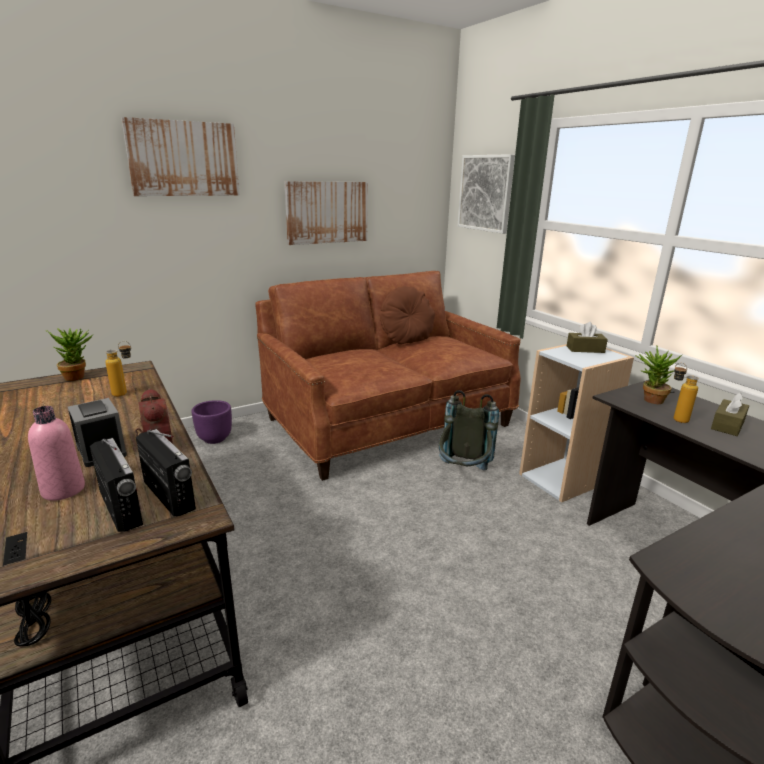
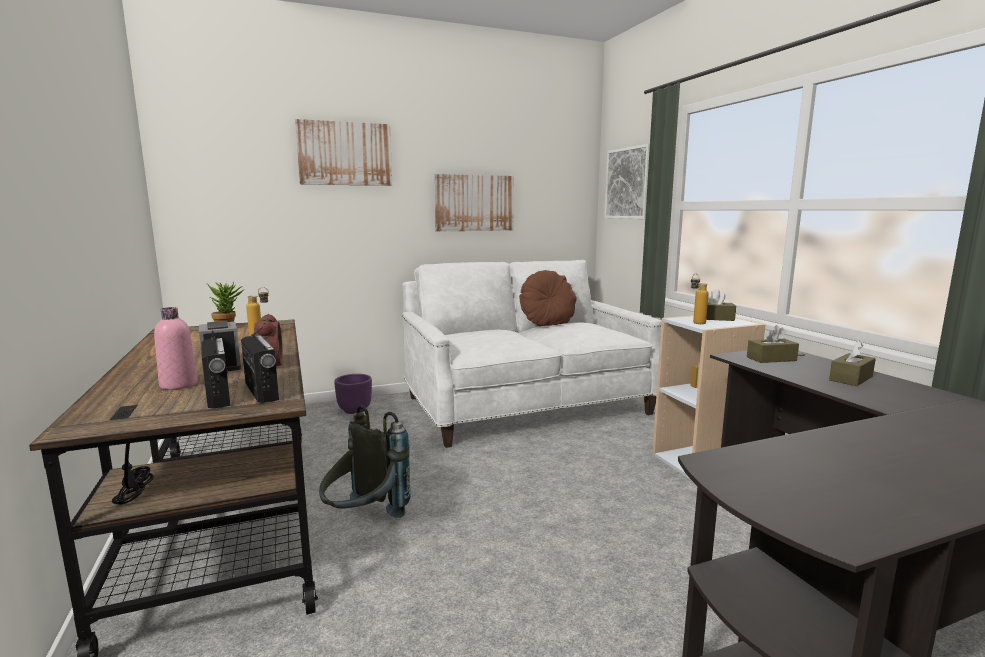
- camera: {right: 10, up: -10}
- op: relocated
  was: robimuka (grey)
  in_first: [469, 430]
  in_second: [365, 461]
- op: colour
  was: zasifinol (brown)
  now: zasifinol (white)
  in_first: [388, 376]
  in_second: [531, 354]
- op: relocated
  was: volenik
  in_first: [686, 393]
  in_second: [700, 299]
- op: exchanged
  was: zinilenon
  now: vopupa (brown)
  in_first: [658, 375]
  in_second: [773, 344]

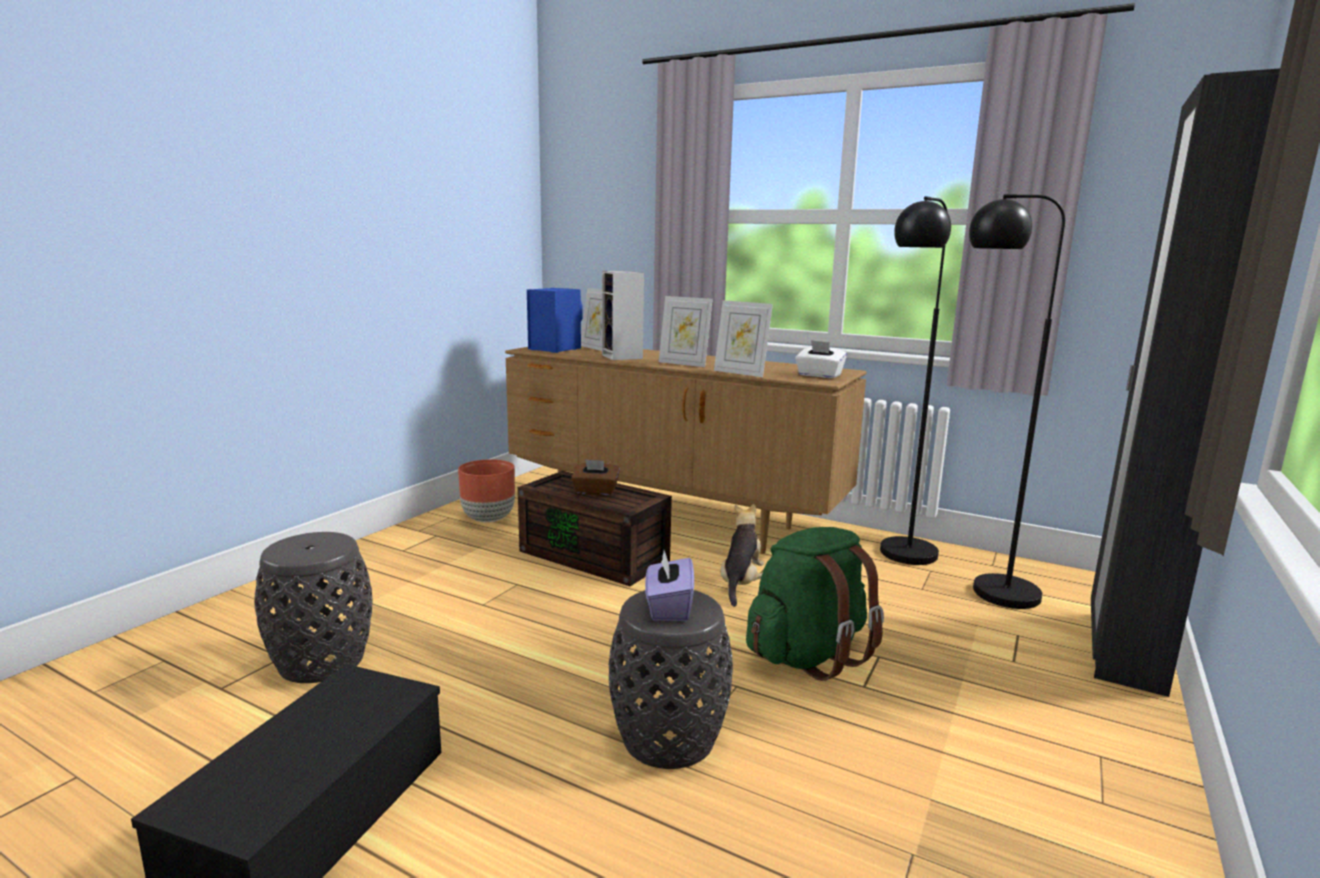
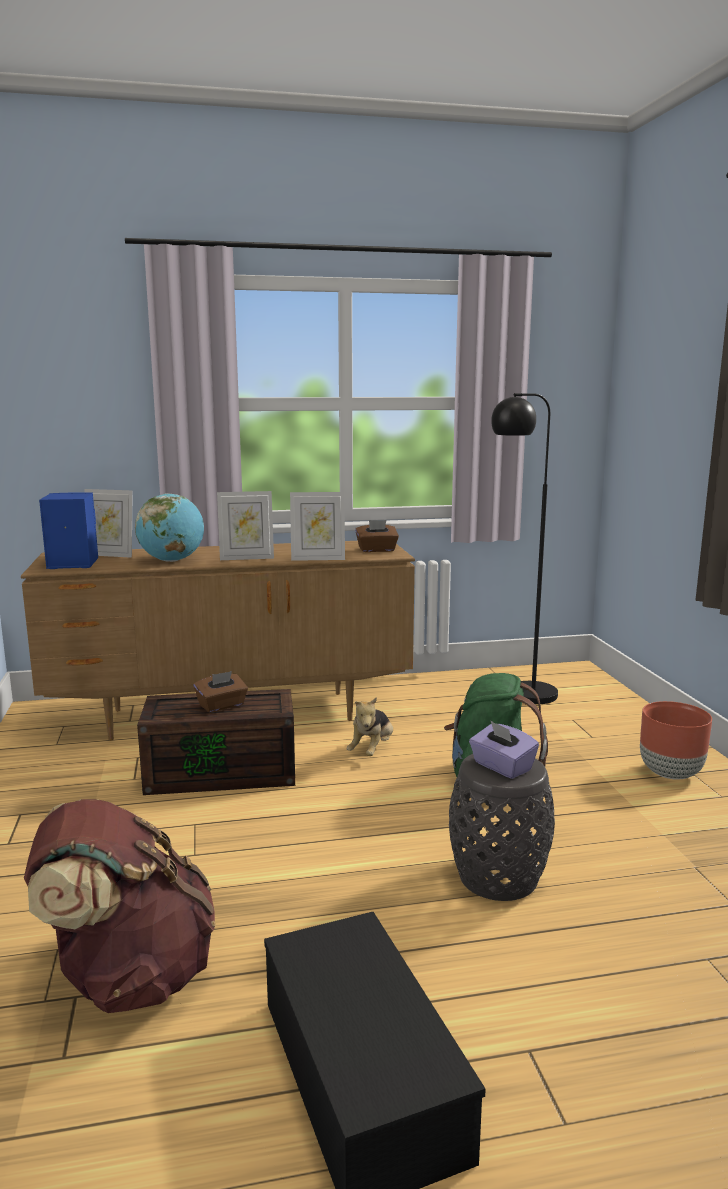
- camera: {right: -40, up: 0}
- op: exchanged
  was: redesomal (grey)
  now: robimuka (brown)
  in_first: [313, 607]
  in_second: [120, 906]
- op: exchanged
  was: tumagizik
  now: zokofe
  in_first: [623, 315]
  in_second: [169, 527]
- op: spun
  was: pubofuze
  in_first: [742, 555]
  in_second: [370, 726]
  clockwise: -135
- op: colour
  was: vopupa (white)
  now: vopupa (brown)
  in_first: [821, 359]
  in_second: [377, 536]
- op: relocated
  was: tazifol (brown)
  in_first: [486, 491]
  in_second: [676, 740]
- op: missing
  was: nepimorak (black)
  in_first: [915, 380]
- op: missing
  was: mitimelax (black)
  in_first: [1185, 382]

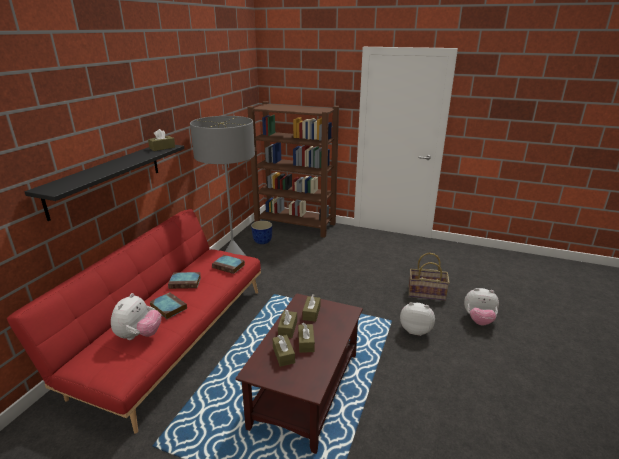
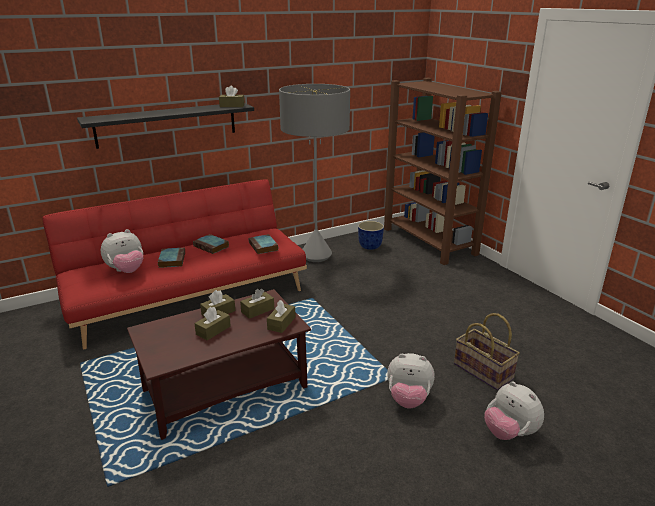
- camera: {right: 40, up: 0}
- op: relocated
  was: vopupa (brown)
  in_first: [283, 351]
  in_second: [281, 316]
- op: spun
  was: pubofuze
  in_first: [417, 319]
  in_second: [411, 380]
  clockwise: 135

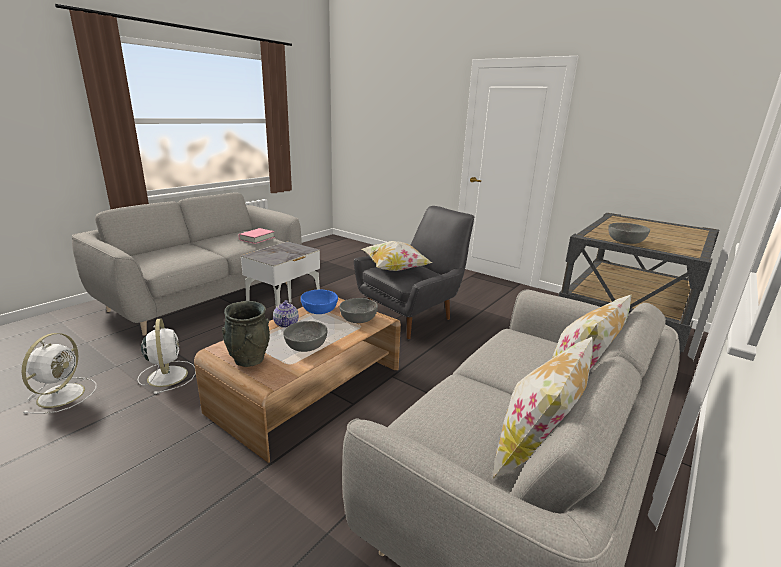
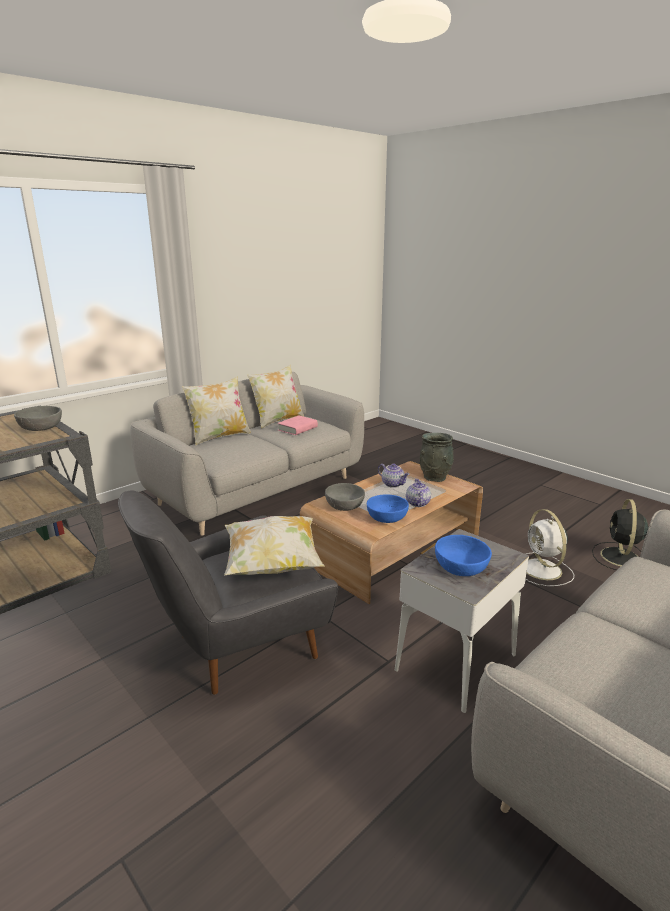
- camera: {right: -170, up: 0}
- op: relocated
  was: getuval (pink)
  in_first: [256, 236]
  in_second: [297, 425]
- op: exchanged
  was: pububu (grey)
  now: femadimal
  in_first: [305, 336]
  in_second: [394, 476]
- op: appeared
  now: pububu (blue)
  in_second: [463, 555]
- op: colour
  was: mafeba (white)
  now: mafeba (black)
  in_first: [59, 373]
  in_second: [620, 534]

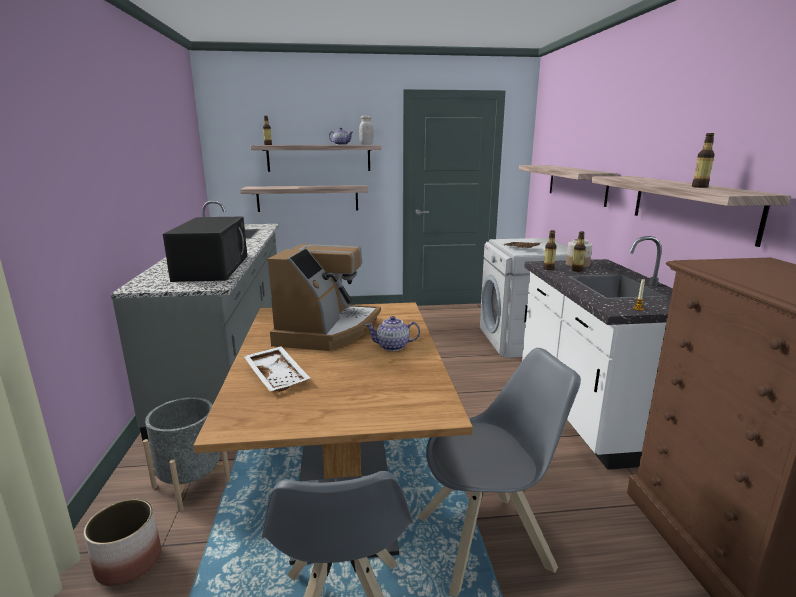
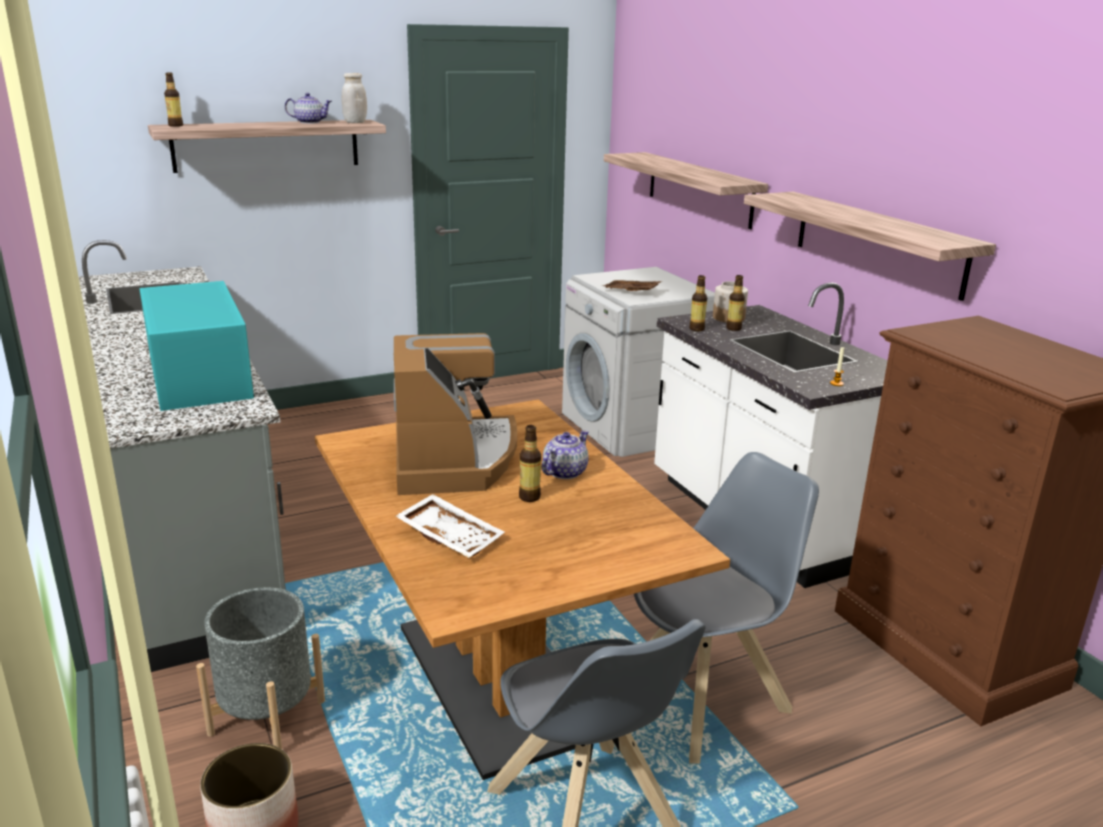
- camera: {right: -20, up: 5}
- op: colour
  was: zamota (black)
  now: zamota (turquoise)
  in_first: [205, 249]
  in_second: [196, 346]
- op: relocated
  was: volenik
  in_first: [703, 160]
  in_second: [530, 463]
- op: spun
  was: femadimal
  in_first: [392, 333]
  in_second: [565, 454]
  clockwise: 150
- op: missing
  was: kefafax
  in_first: [304, 198]

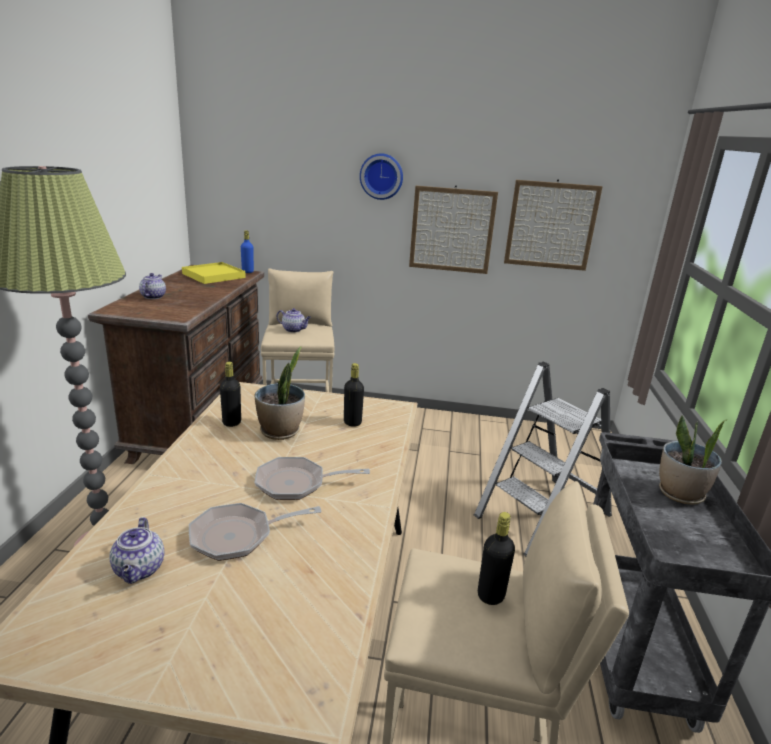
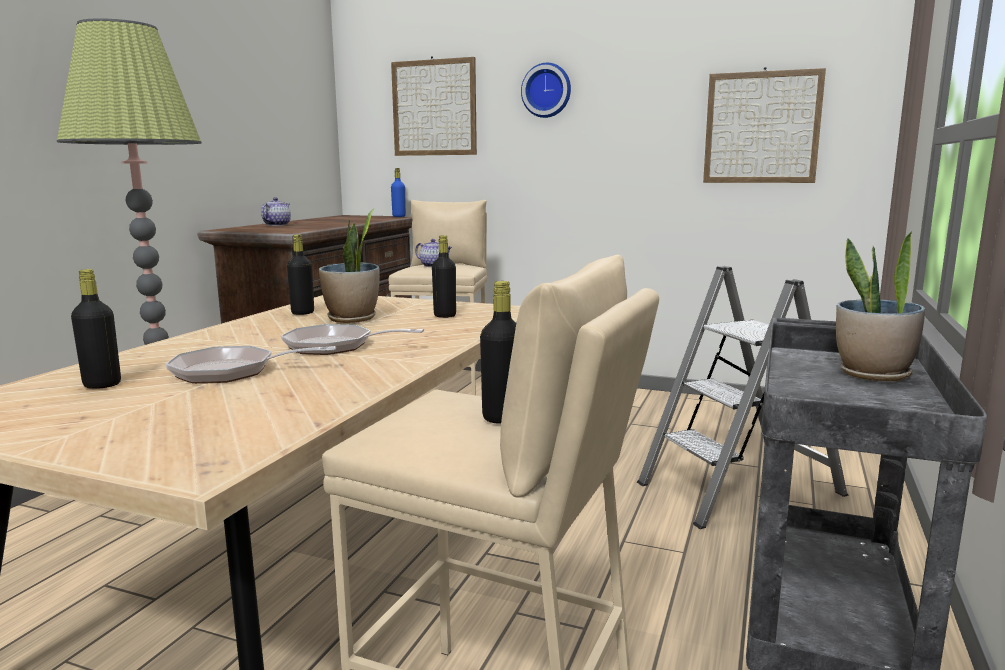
- camera: {right: 15, up: -10}
- op: exchanged
  was: femadimal
  now: volenik (black)
  in_first: [137, 550]
  in_second: [96, 329]
- op: relocated
  was: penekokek
  in_first: [453, 229]
  in_second: [434, 106]
- op: missing
  was: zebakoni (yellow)
  in_first: [214, 273]

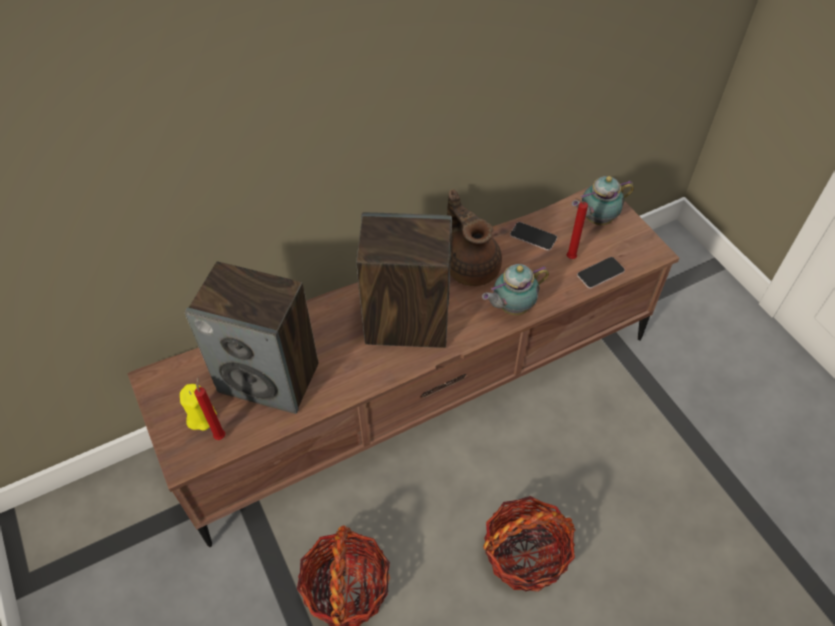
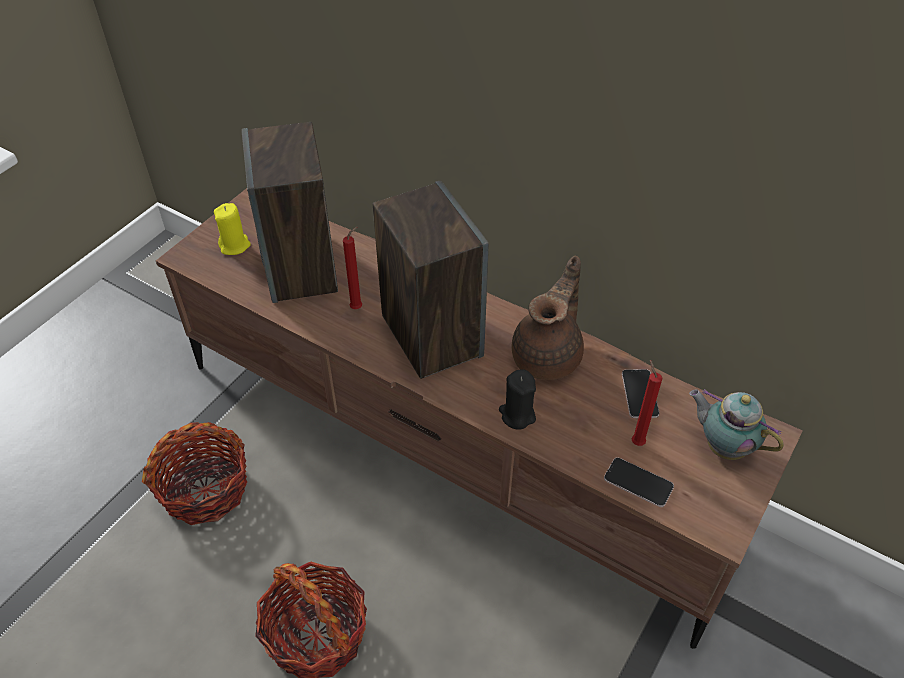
- camera: {right: 60, up: -5}
- op: relocated
  was: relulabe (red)
  in_first: [209, 408]
  in_second: [352, 268]
- op: exchanged
  was: femadimal
  now: relulabe (black)
  in_first: [515, 289]
  in_second: [517, 399]

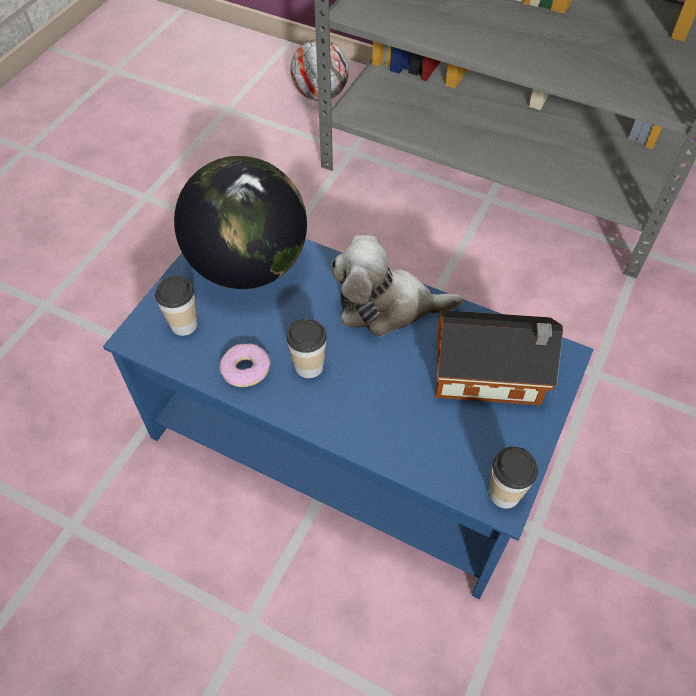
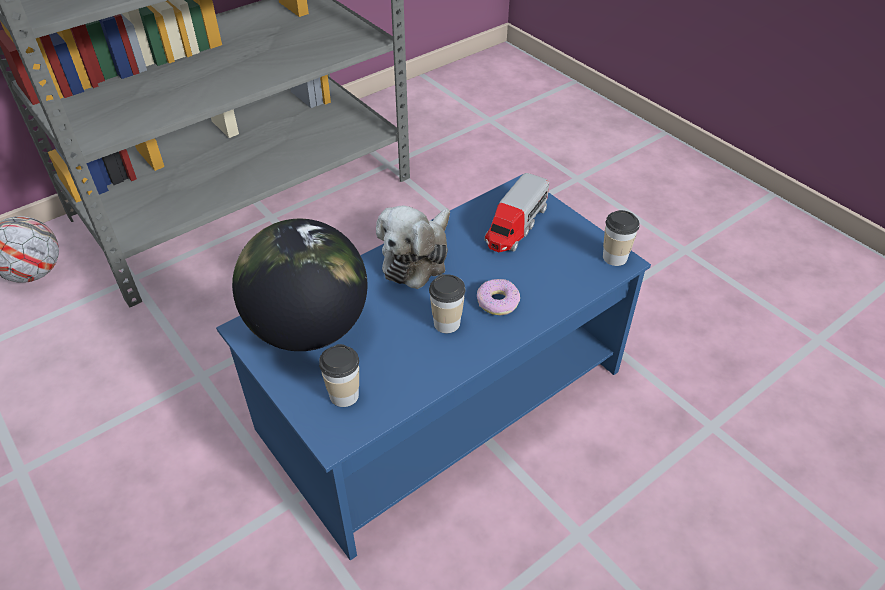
- camera: {right: -65, up: -10}
- op: relocated
  was: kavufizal
  in_first: [245, 365]
  in_second: [498, 297]
- op: exchanged
  was: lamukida
  now: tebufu
  in_first: [499, 357]
  in_second: [516, 212]

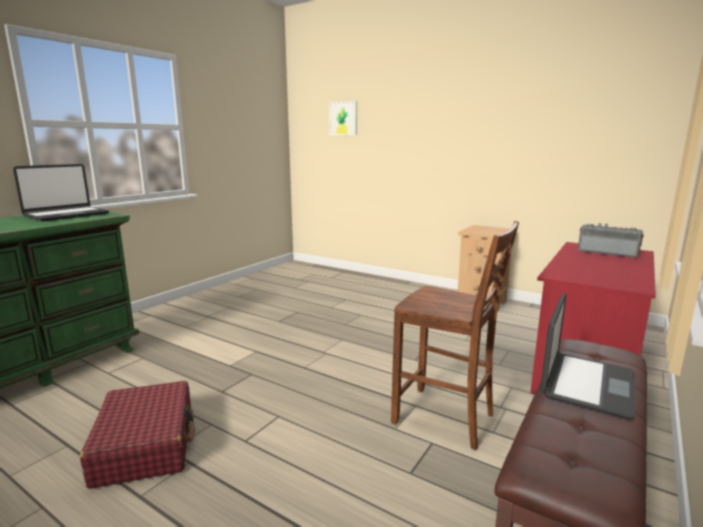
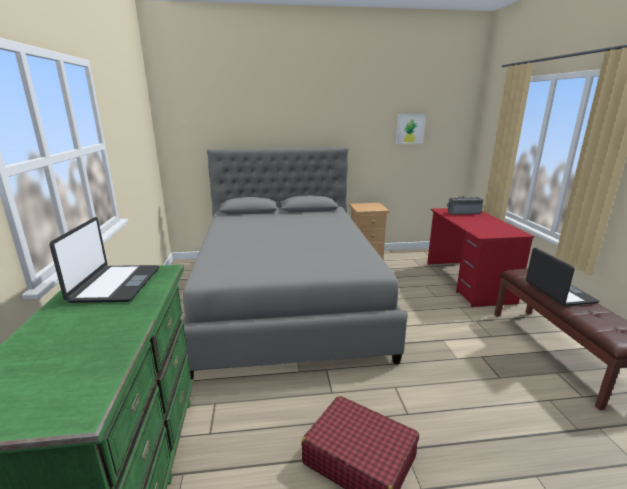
- camera: {right: -40, up: 5}
- op: appeared
  now: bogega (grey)
  in_second: [295, 263]
- op: relocated
  was: penekokek
  in_first: [343, 118]
  in_second: [411, 129]
- op: missing
  was: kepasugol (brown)
  in_first: [455, 335]

